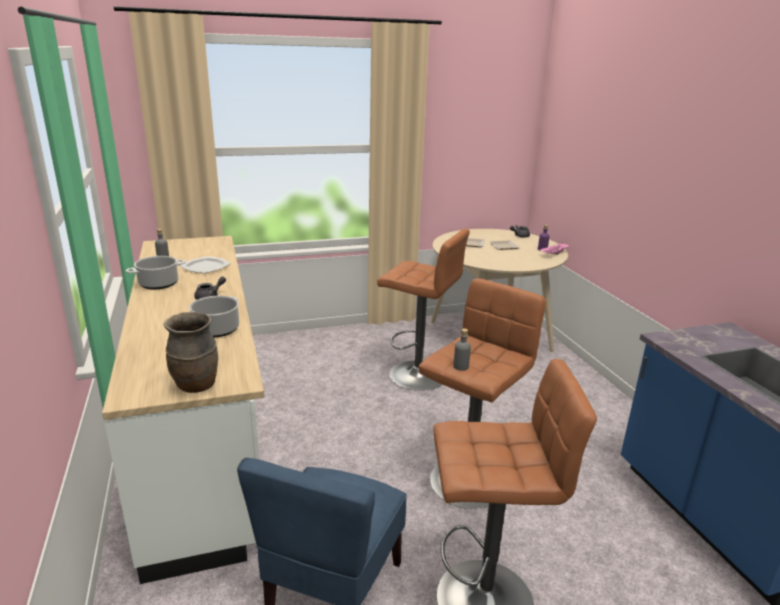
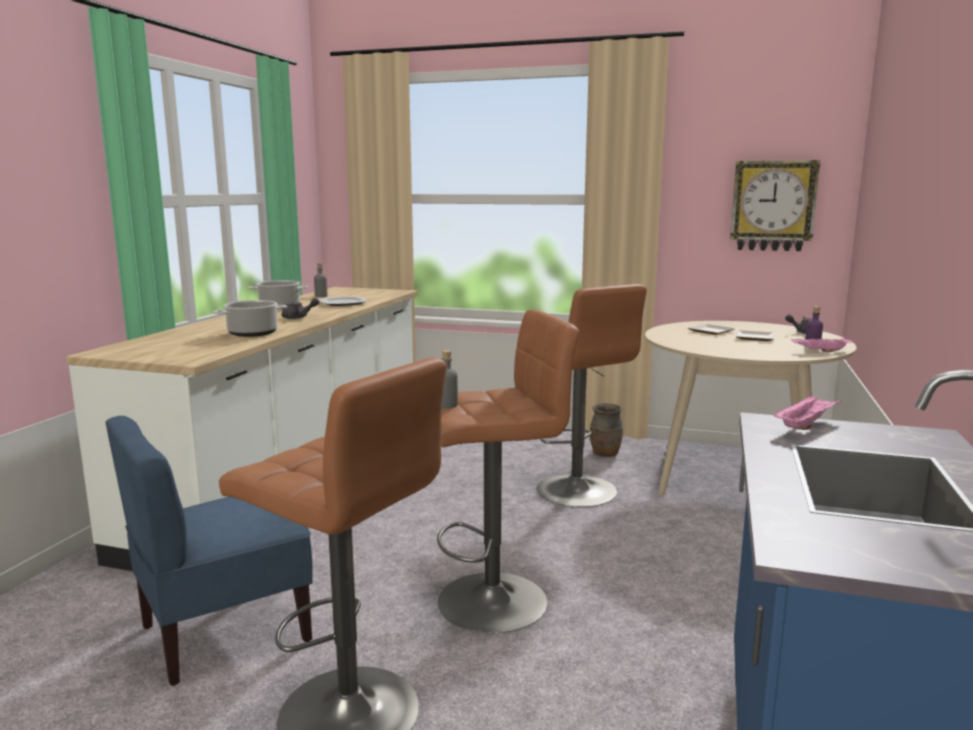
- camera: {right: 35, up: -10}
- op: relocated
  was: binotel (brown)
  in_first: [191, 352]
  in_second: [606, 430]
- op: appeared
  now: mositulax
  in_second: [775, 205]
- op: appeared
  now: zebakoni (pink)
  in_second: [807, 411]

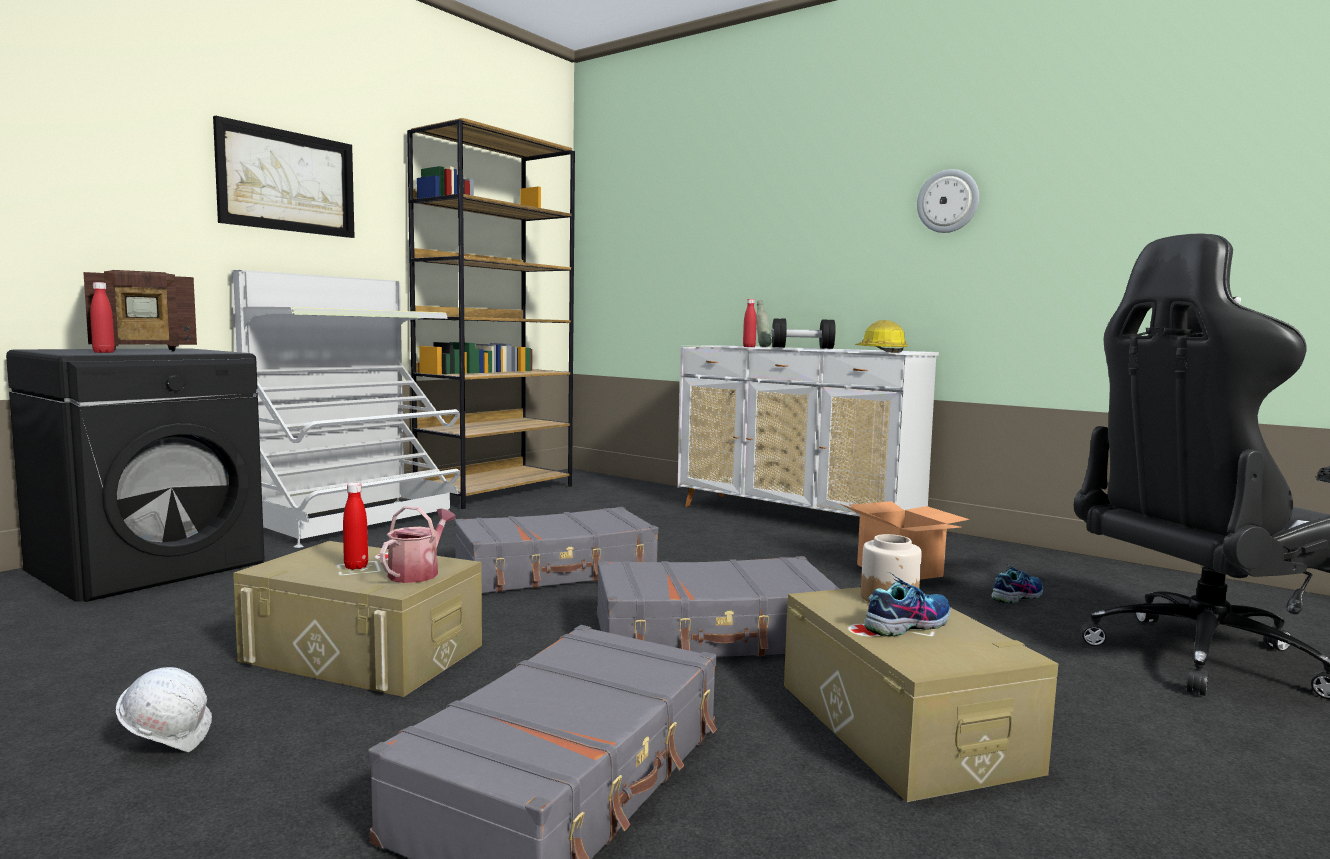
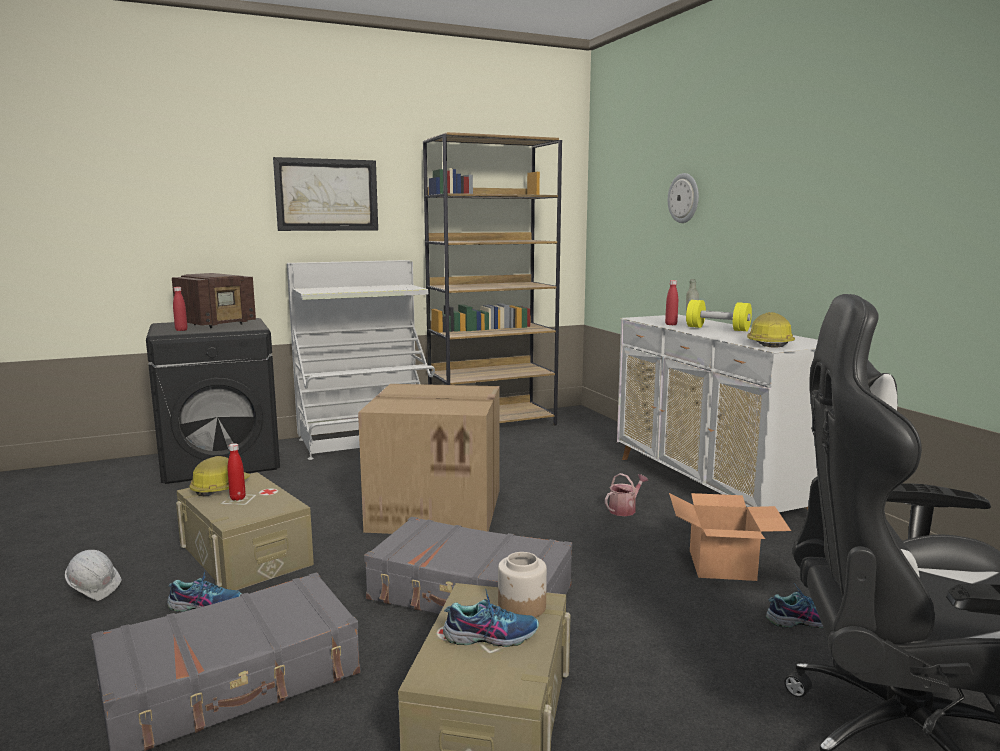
- camera: {right: 30, up: 5}
- op: appeared
  now: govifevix
  in_second: [204, 591]
- op: spun
  was: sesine
  in_first: [140, 311]
  in_second: [214, 300]
  clockwise: -45
- op: appeared
  now: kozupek
  in_second: [220, 476]
- op: exchanged
  was: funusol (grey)
  now: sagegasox
  in_first: [556, 550]
  in_second: [428, 459]
- op: relocated
  was: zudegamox
  in_first: [418, 544]
  in_second: [626, 494]
- op: relocated
  was: mositulax
  in_first: [948, 201]
  in_second: [683, 198]
- op: colour
  was: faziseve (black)
  now: faziseve (yellow)
  in_first: [803, 333]
  in_second: [719, 315]

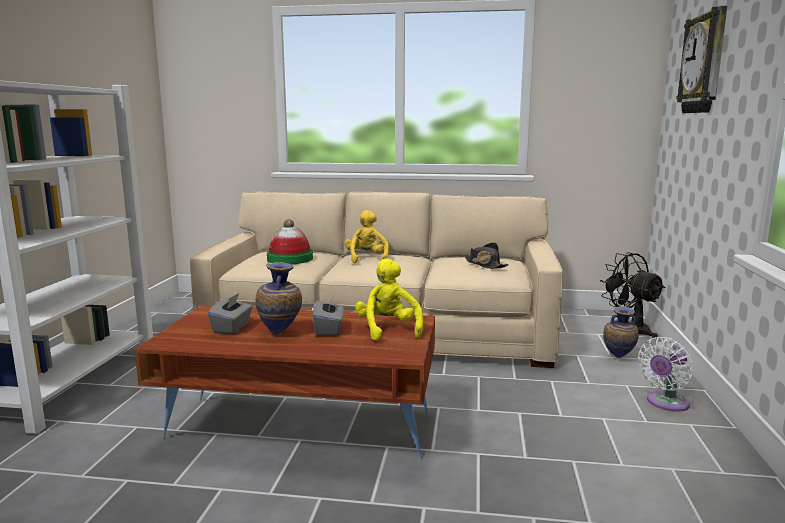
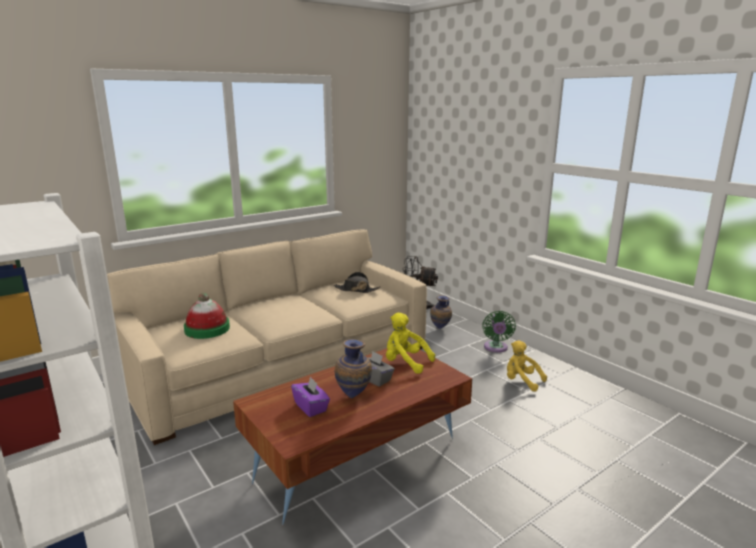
- camera: {right: -45, up: 5}
- op: colour
  was: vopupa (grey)
  now: vopupa (purple)
  in_first: [230, 313]
  in_second: [310, 396]
- op: colour
  was: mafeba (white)
  now: mafeba (green)
  in_first: [666, 374]
  in_second: [499, 331]
- op: relocated
  was: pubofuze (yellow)
  in_first: [367, 236]
  in_second: [527, 366]
- op: missing
  was: mositulax
  in_first: [701, 59]

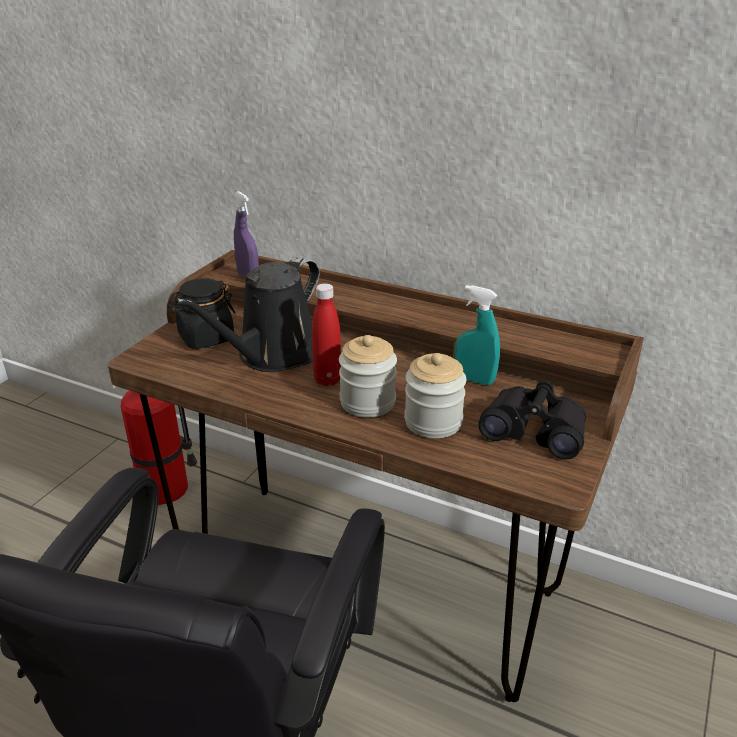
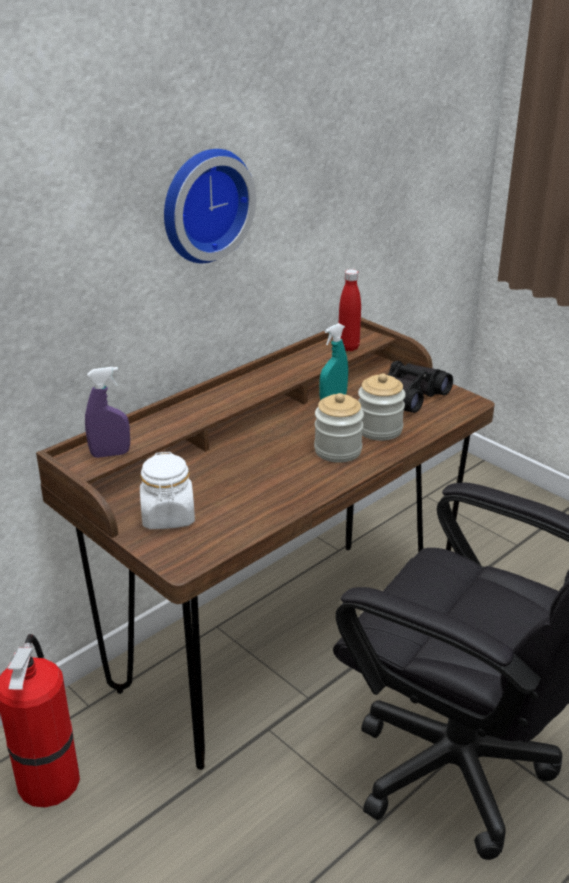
- camera: {right: -70, up: 0}
- op: colour
  was: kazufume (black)
  now: kazufume (white)
  in_first: [201, 313]
  in_second: [167, 490]
- op: appeared
  now: mositulax
  in_second: [210, 206]
- op: relocated
  was: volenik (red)
  in_first: [326, 334]
  in_second: [350, 310]
- op: missing
  was: zudegamox (black)
  in_first: [247, 314]

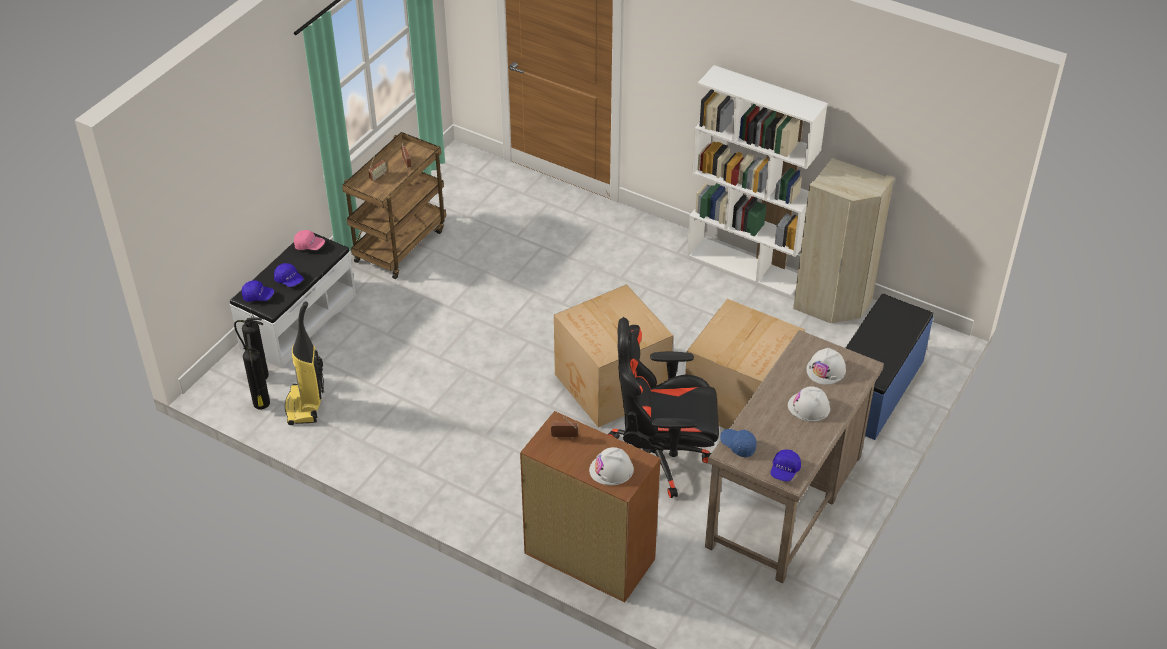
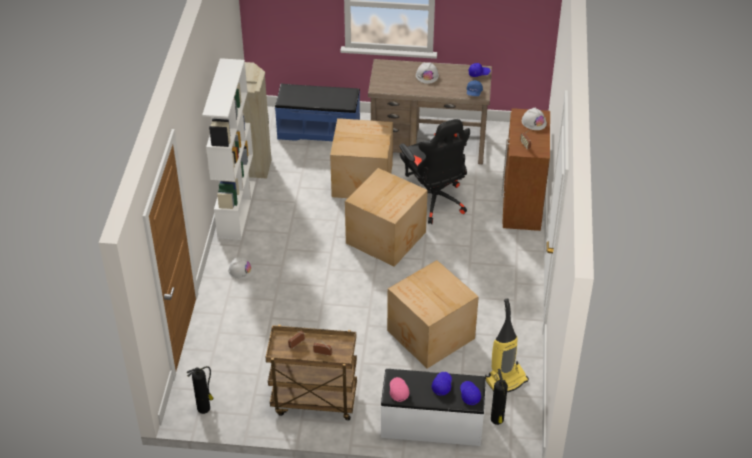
- camera: {right: -115, up: 0}
- op: relocated
  was: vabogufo
  in_first: [256, 371]
  in_second: [200, 390]
- op: relocated
  was: kozupek (white)
  in_first: [826, 366]
  in_second: [241, 268]
- op: appeared
  now: sagegasox
  in_second: [433, 314]

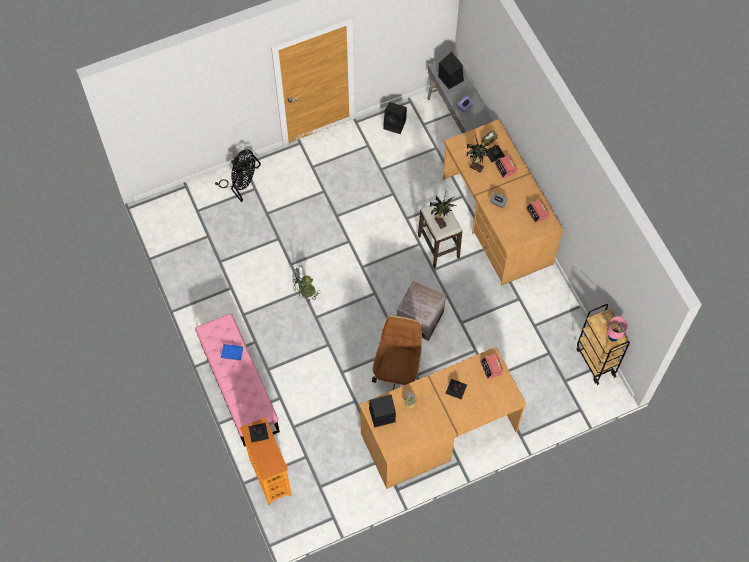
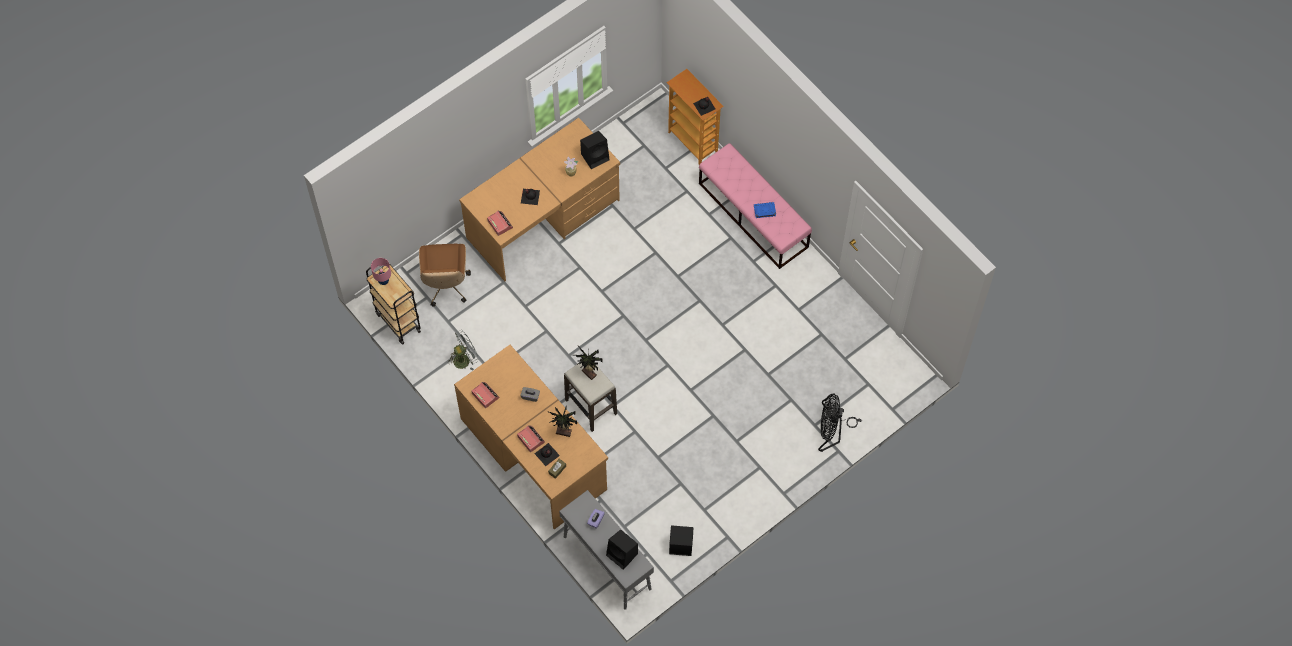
- camera: {right: 165, up: 0}
- op: relocated
  was: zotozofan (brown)
  in_first: [397, 353]
  in_second: [445, 275]
- op: relocated
  was: mafeba (grey)
  in_first: [306, 283]
  in_second: [464, 350]
- op: missing
  was: sagegasox
  in_first: [421, 310]

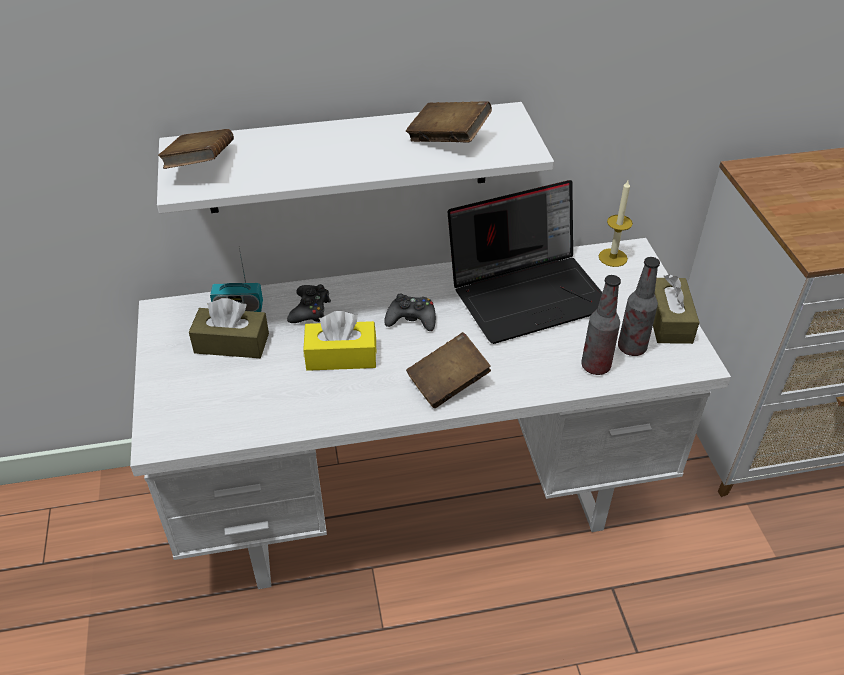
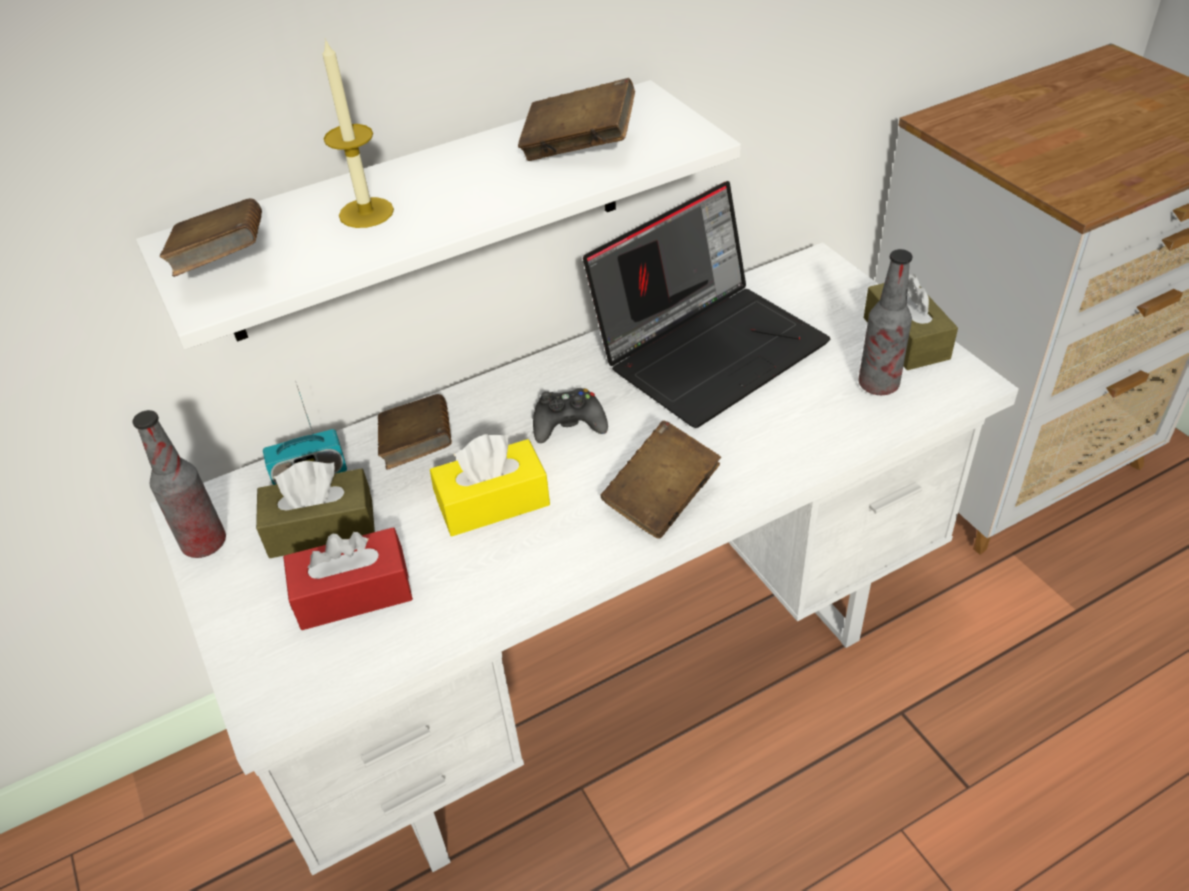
- camera: {right: -15, up: 0}
- op: relocated
  was: volenik
  in_first: [601, 325]
  in_second: [179, 484]
- op: appeared
  now: vopupa (red)
  in_second: [348, 578]
- op: relocated
  was: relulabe
  in_first: [616, 223]
  in_second: [358, 133]
- op: exchanged
  was: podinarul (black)
  now: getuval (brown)
  in_first: [309, 303]
  in_second: [415, 432]

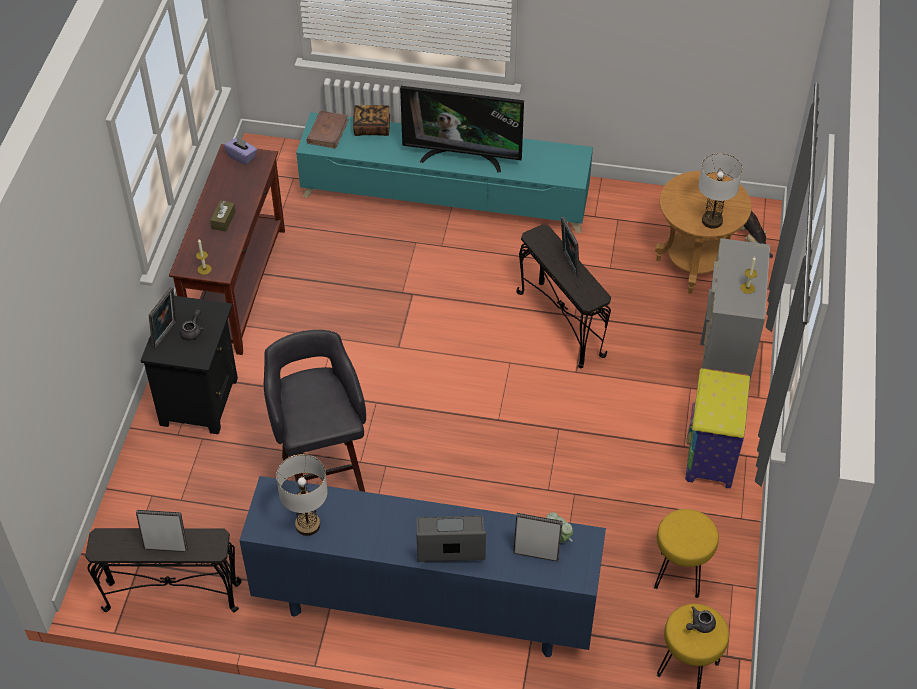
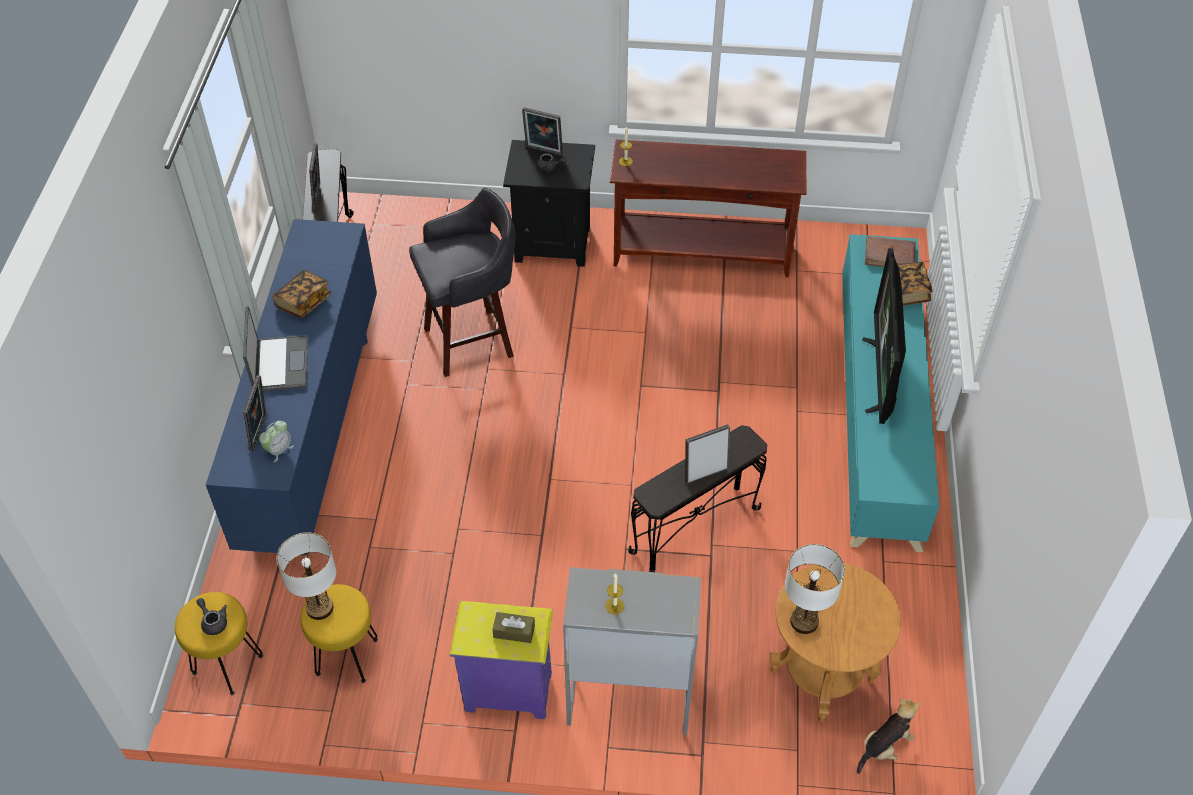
- camera: {right: 85, up: 0}
- op: appeared
  now: getuval
  in_second: [301, 294]
- op: relocated
  was: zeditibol
  in_first: [302, 495]
  in_second: [306, 576]
- op: relocated
  was: vopupa (brown)
  in_first: [223, 216]
  in_second: [513, 627]
- op: missing
  was: vopupa (purple)
  in_first: [240, 150]

